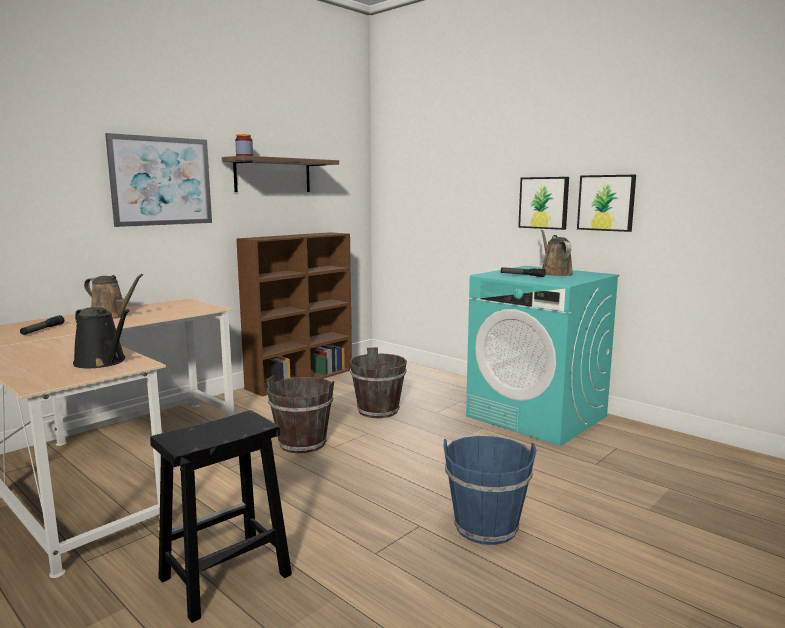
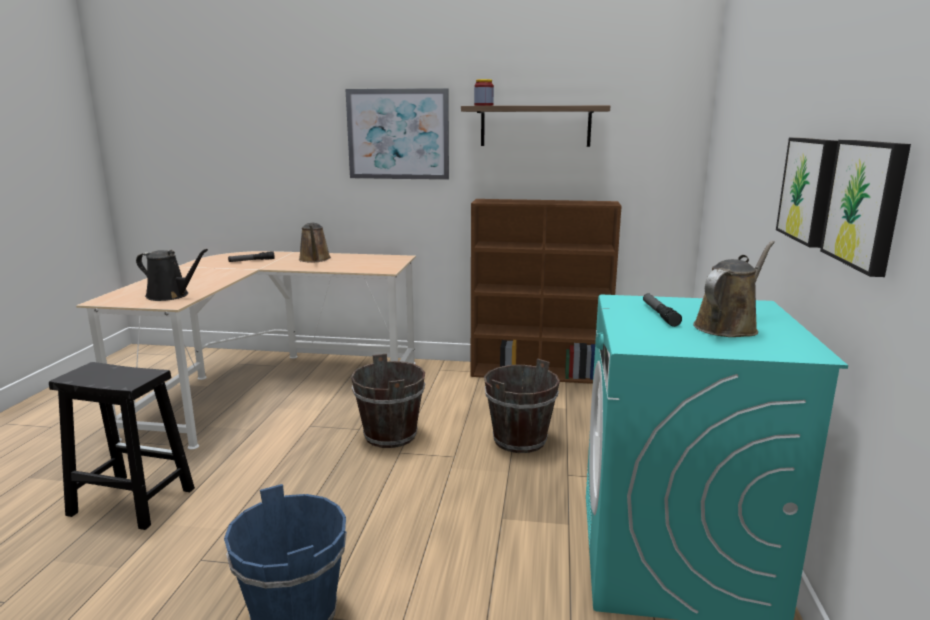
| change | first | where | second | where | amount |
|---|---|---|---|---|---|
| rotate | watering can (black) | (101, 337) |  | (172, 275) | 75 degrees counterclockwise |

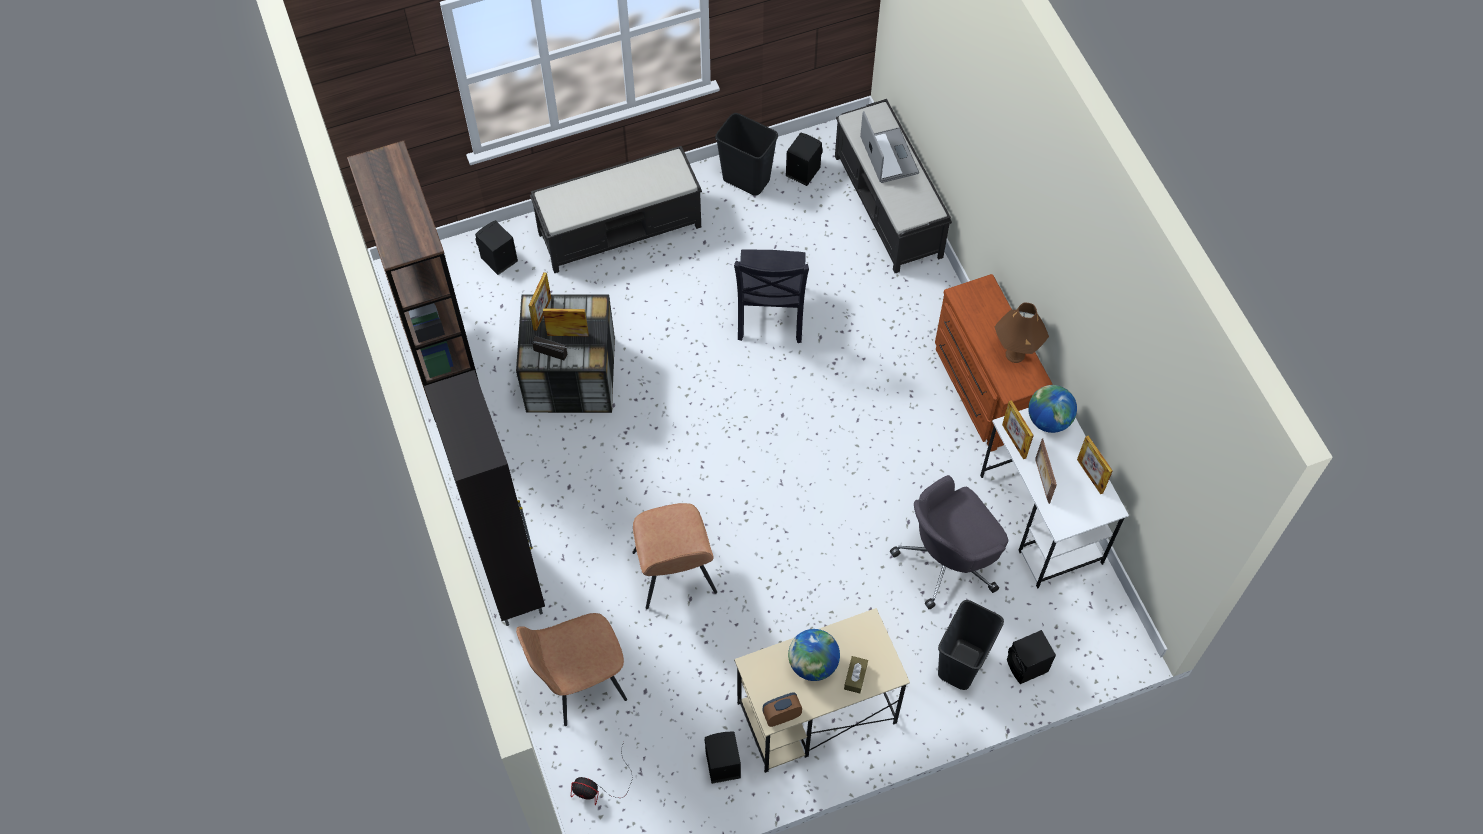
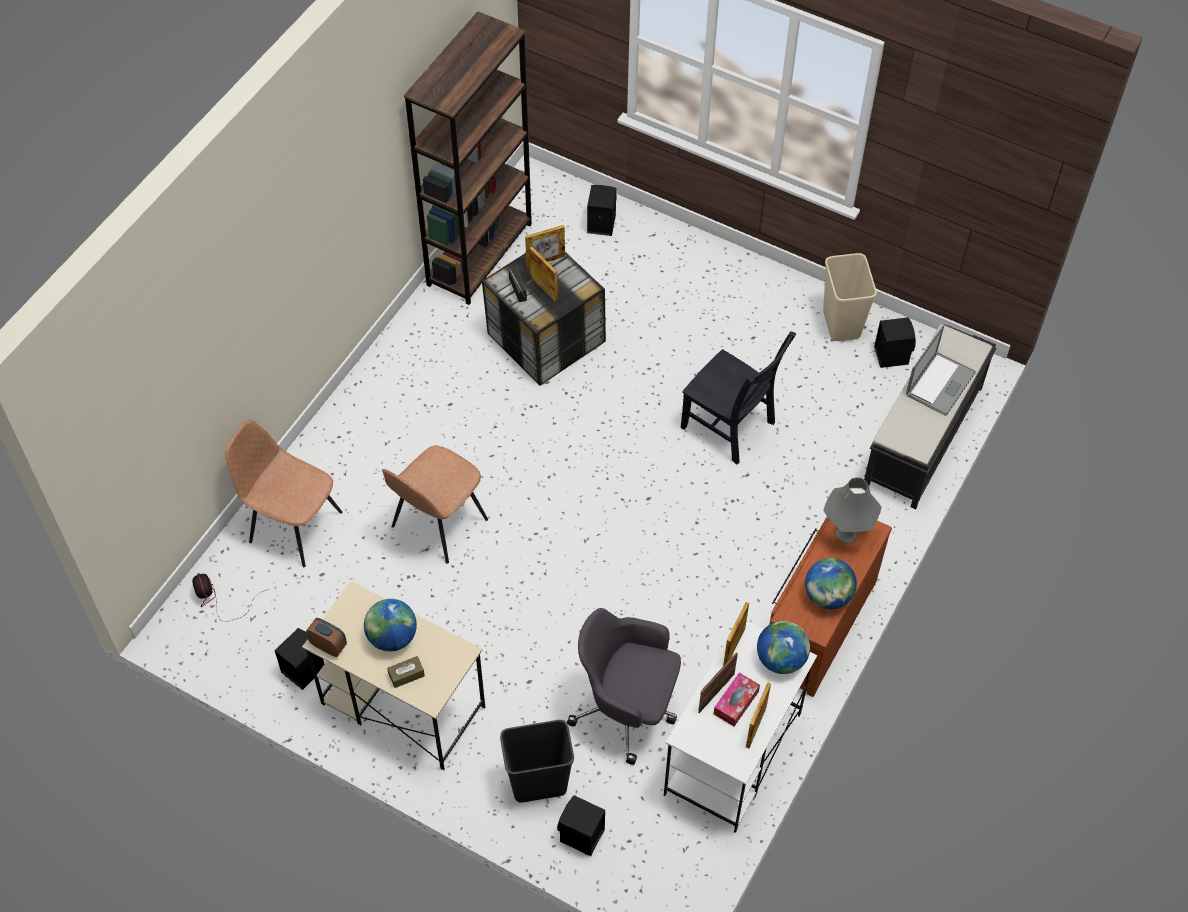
| change | first | where | second | where | amount |
|---|---|---|---|---|---|
| delete | cabinet (black) | (484, 498) |  |  |  |
| delete | bench (black) | (616, 209) |  |  |  |
| recolor | trash can (black) | (746, 154) | trash can (beige) | (850, 297) |  |
| rotate | chair (black) | (771, 296) |  | (738, 398) | 105 degrees counterclockwise |
| replace | table lamp (brown) | (1022, 333) | globe | (831, 583) |  |
| insert |  |  | tissue box | (737, 699) |  |
| insert |  |  | table lamp (grey) | (852, 510) |  |

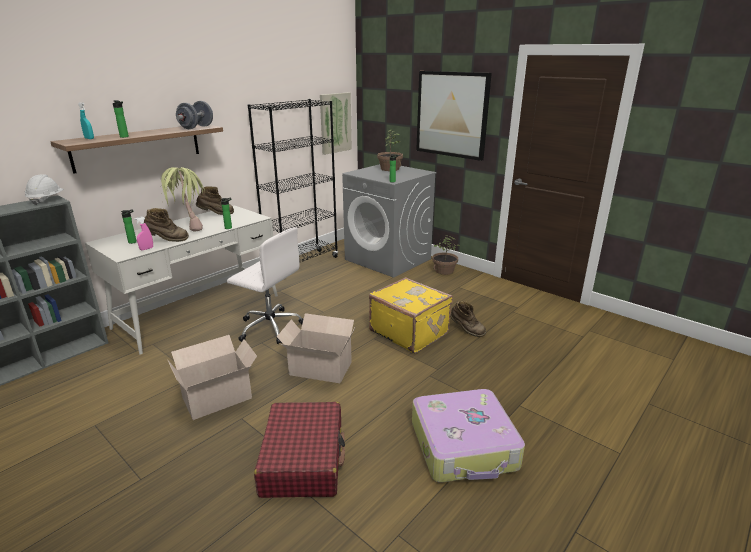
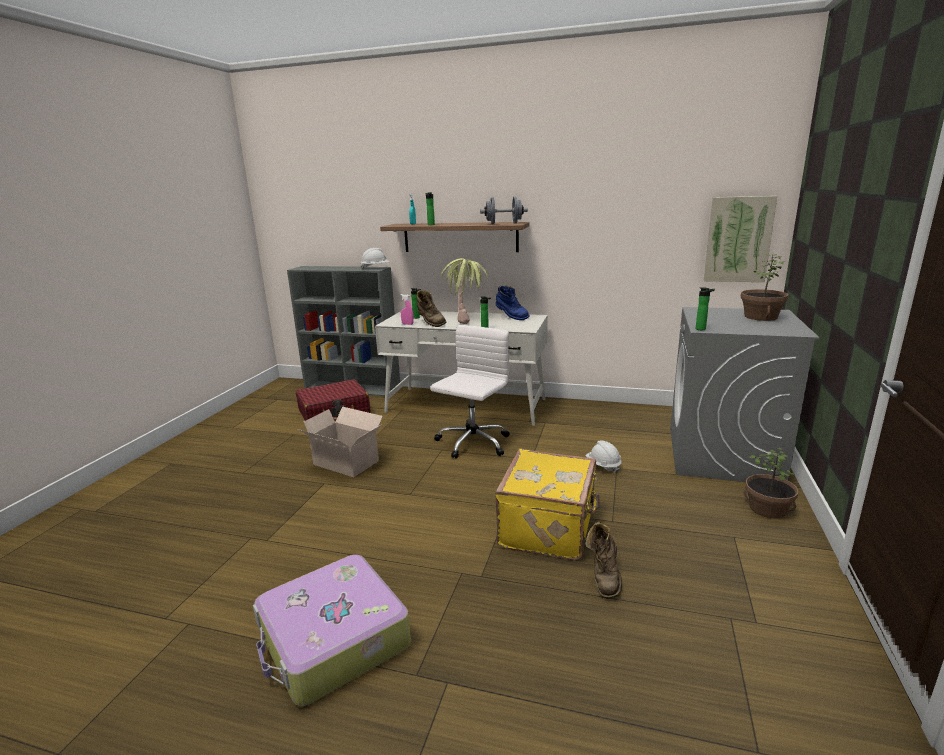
| change | first | where | second | where | amount |
|---|---|---|---|---|---|
| recolor | boot (brown) | (215, 200) | boot (blue) | (512, 302) |  |
| rotate | office chair (white) | (265, 285) |  | (469, 392) | 150 degrees counterclockwise |
| delete | bookcase (black) | (292, 181) |  |  |  |
| move | suitcase (red) | (299, 450) |  | (333, 400) |  |
| delete | cardboard box | (316, 348) |  |  |  |
| delete | picture | (454, 116) |  |  |  |
| insert |  |  | hard hat (white) | (604, 457) |  |

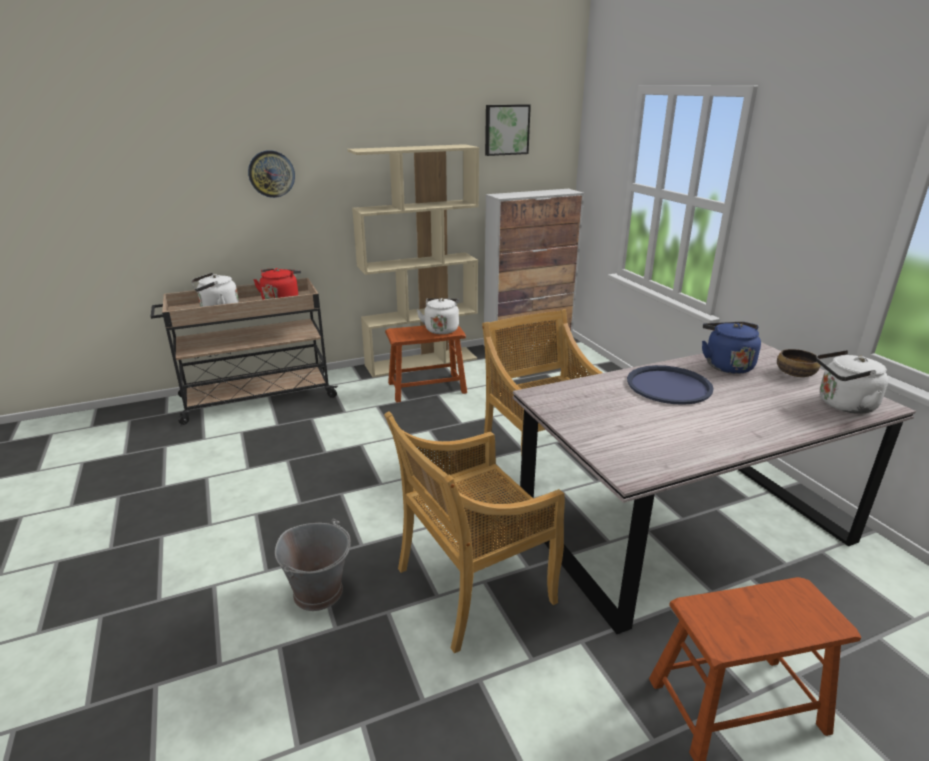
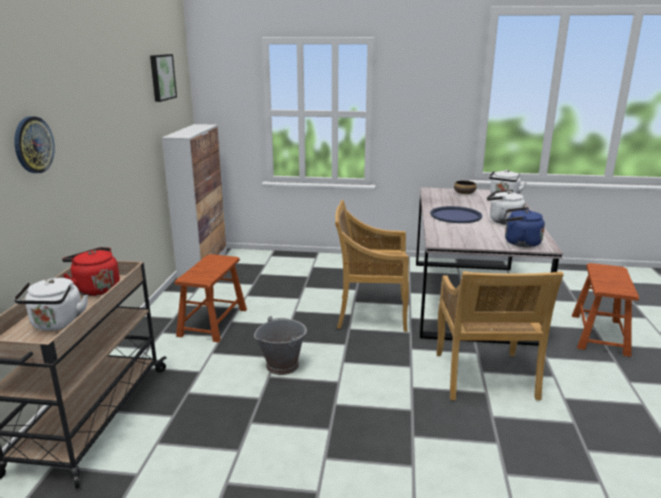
| change | first | where | second | where | amount |
|---|---|---|---|---|---|
| move | bucket (grey) | (313, 565) |  | (280, 345) |  |
| delete | bookcase (beige) | (413, 261) |  |  |  |
| move | kettle (white) | (438, 316) |  | (506, 207) |  |
| move | kettle (blue) | (731, 348) |  | (524, 227) |  |

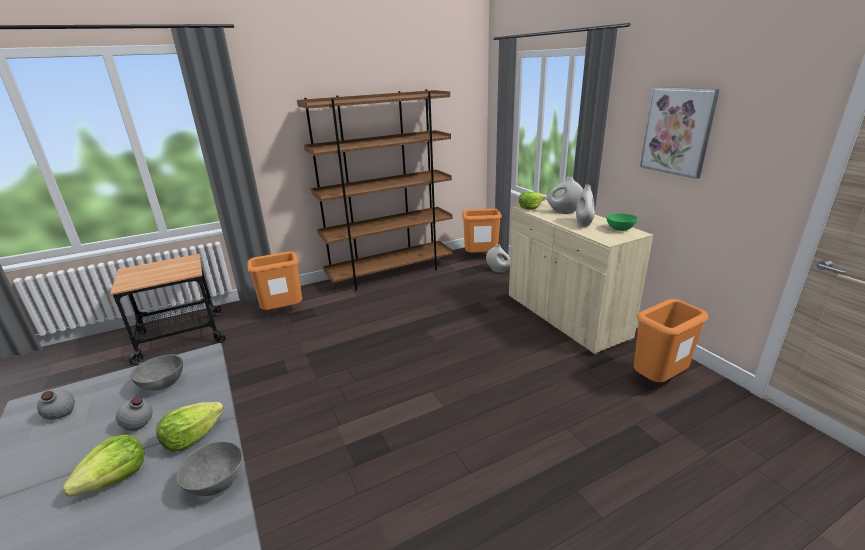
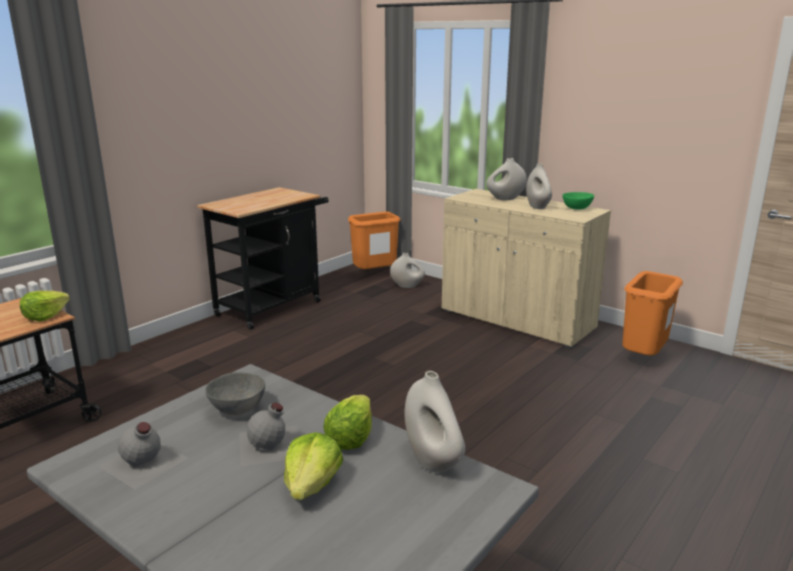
| change | first | where | second | where | amount |
|---|---|---|---|---|---|
| replace | bowl (grey) | (209, 469) | vase (white) | (434, 422) |  |
| delete | trash can (orange) | (274, 280) |  |  |  |
| replace | bookcase (brown) | (375, 190) | cart (black) | (263, 258) |  |
| move | lettuce | (532, 200) |  | (45, 306) |  |
| delete | picture | (680, 133) |  |  |  |

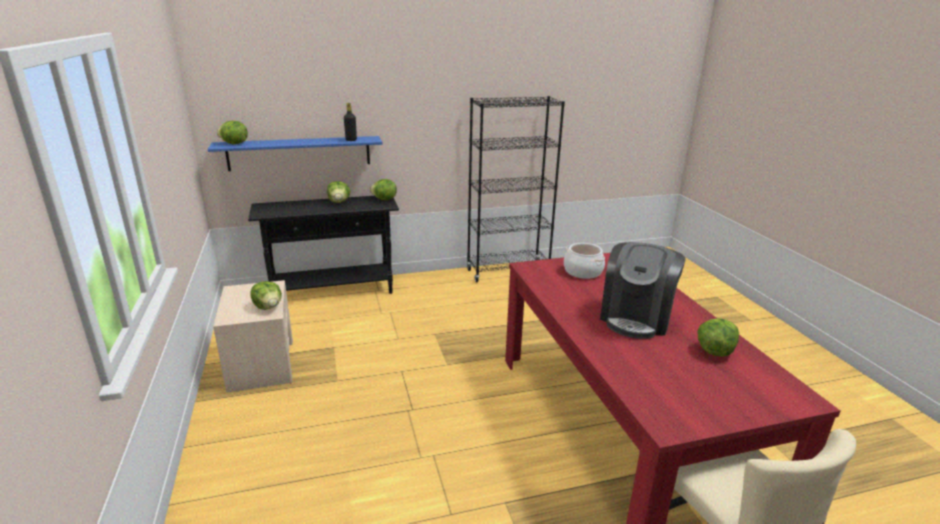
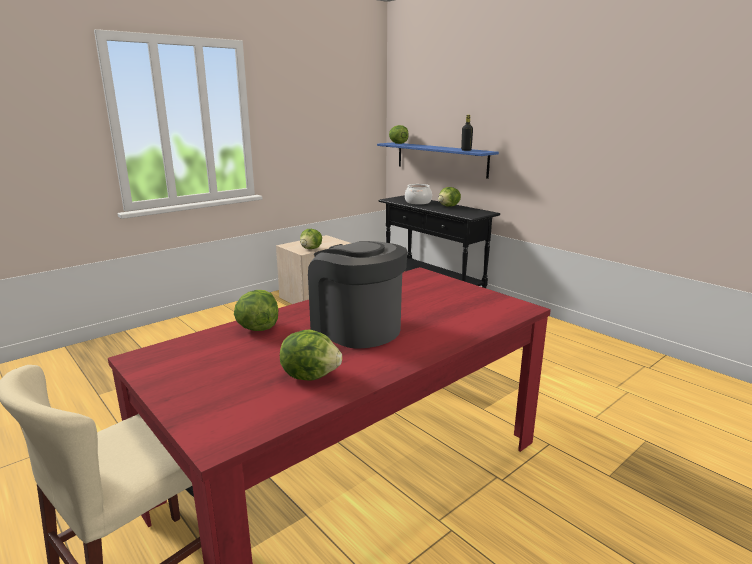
| change | first | where | second | where | amount |
|---|---|---|---|---|---|
| move | lettuce | (383, 189) |  | (256, 310) |  |
| delete | bookcase (black) | (516, 189) |  |  |  |
| move | cooking pot | (584, 261) |  | (418, 194) |  |
| rotate | coffee machine | (643, 290) |  | (357, 295) | 45 degrees clockwise |

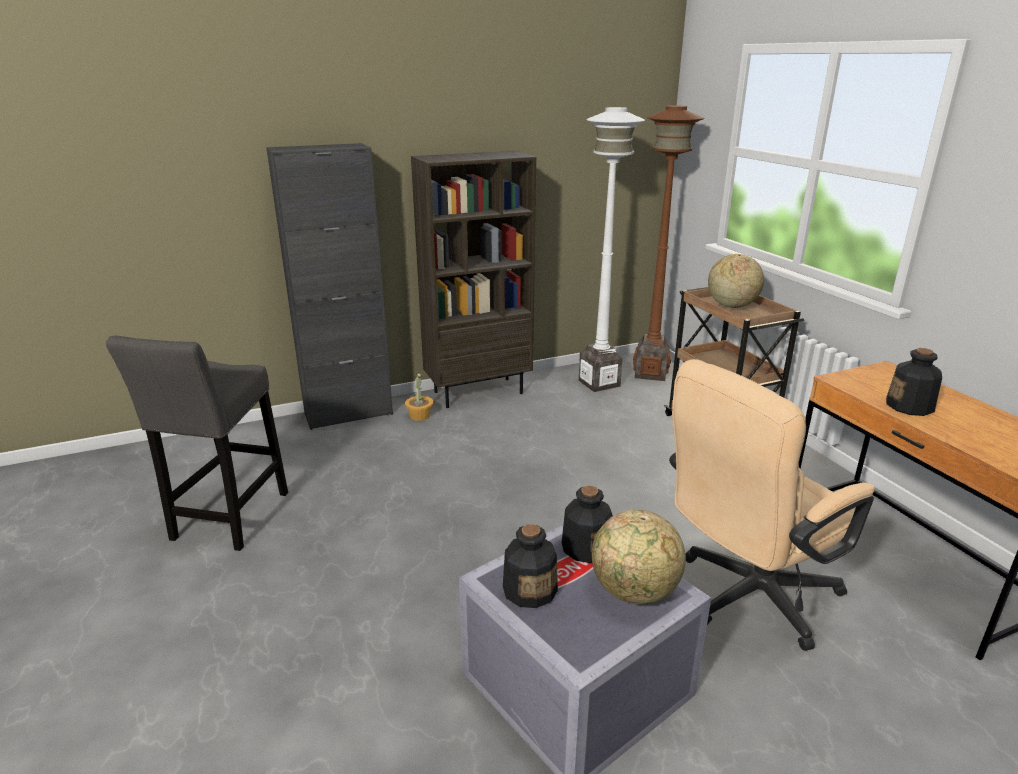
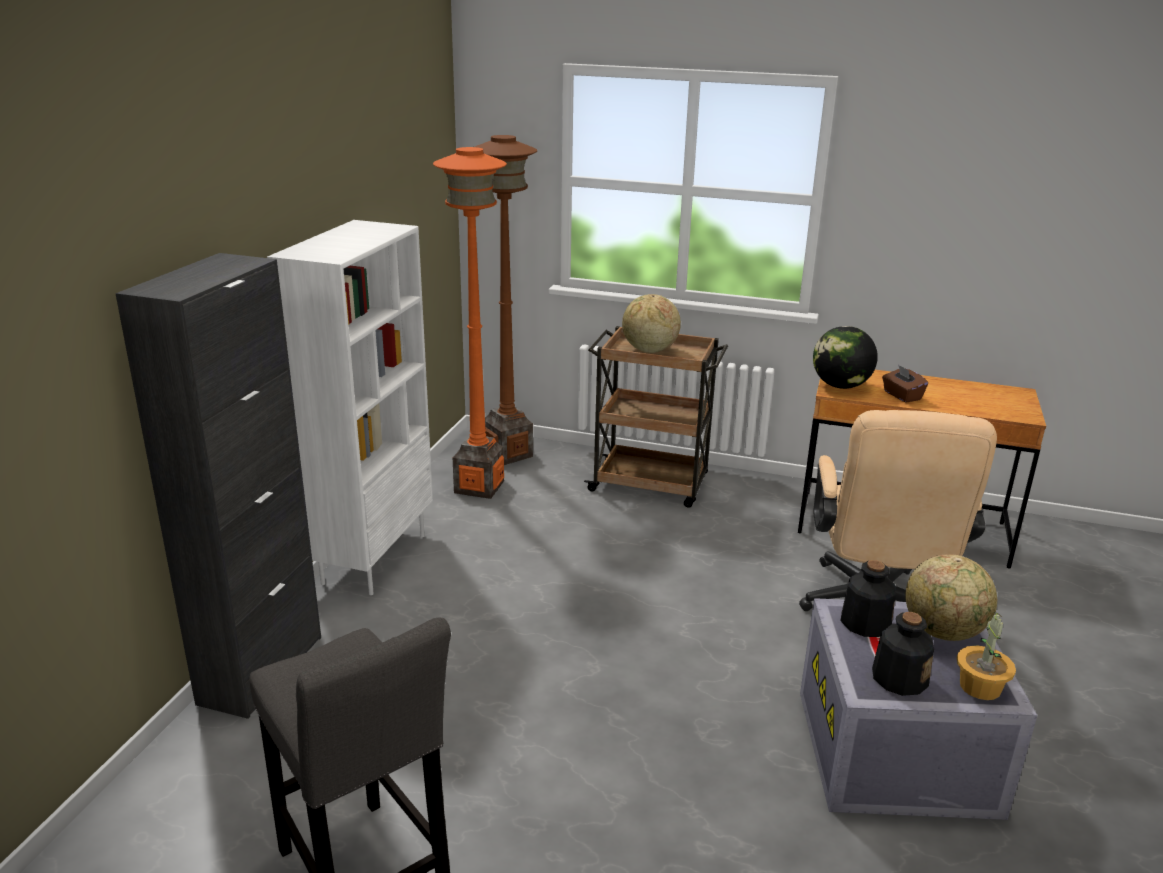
| change | first | where | second | where | amount |
|---|---|---|---|---|---|
| move | potted plant | (419, 396) |  | (986, 655) |  |
| recolor | bookcase (brown) | (473, 279) | bookcase (white) | (350, 407) |  |
| recolor | floor lamp (white) | (612, 249) | floor lamp (orange) | (470, 323) |  |
| replace | bottle | (914, 382) | tissue box (brown) | (905, 383) |  |
| insert |  |  | globe | (845, 357) |  |

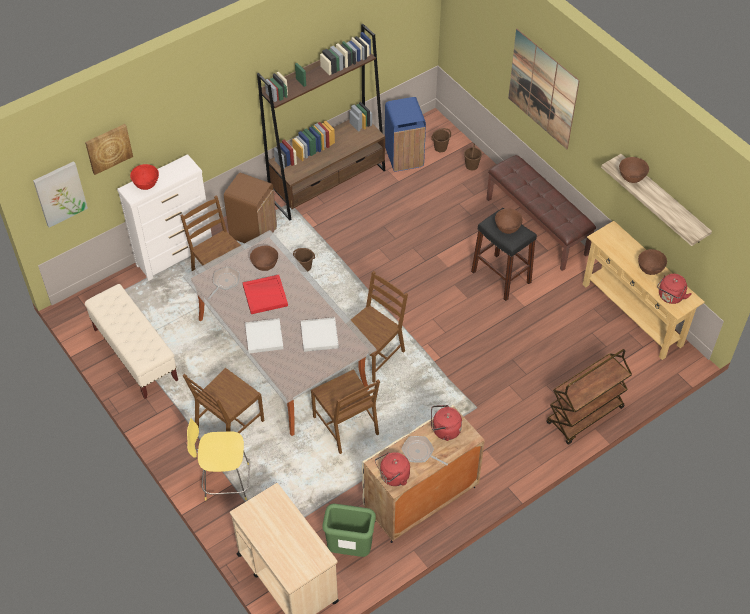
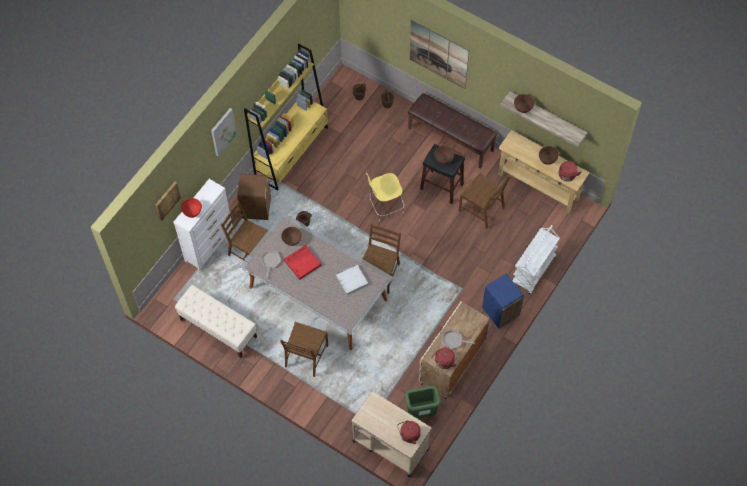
| change | first | where | second | where | amount |
|---|---|---|---|---|---|
| move | picture | (60, 194) |  | (224, 132) |  |
| move | stool (yellow) | (218, 459) |  | (385, 197) |  |
| delete | tray (white) | (264, 336) |  |  |  |
| recolor | bookcase (brown) | (321, 122) | bookcase (yellow) | (286, 117) |  |
| move | chair (brown) | (345, 411) |  | (485, 201) |  |
| move | trash can (blue) | (405, 134) |  | (503, 301) |  |
| move | kettle (red) | (446, 423) |  | (409, 432) |  |
| recolor | cart (brown) | (589, 397) | cart (white) | (536, 259) |  |

